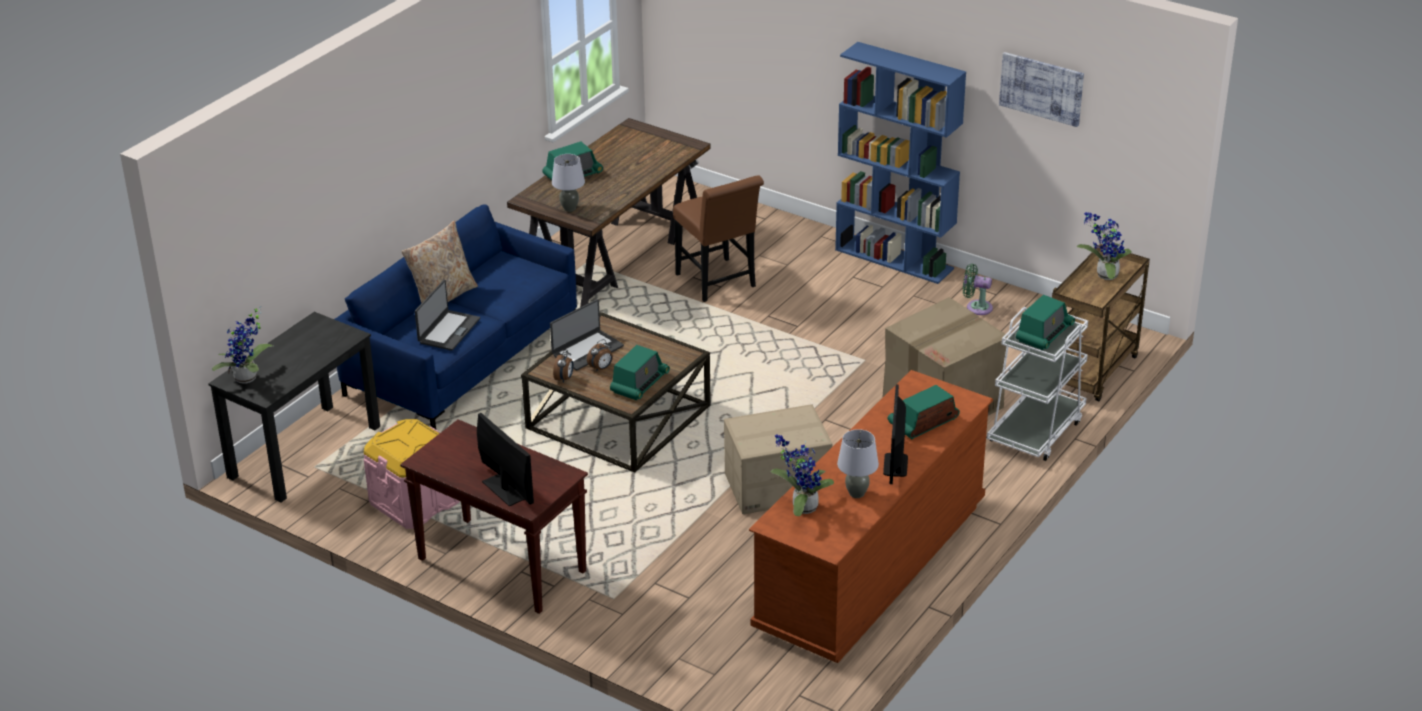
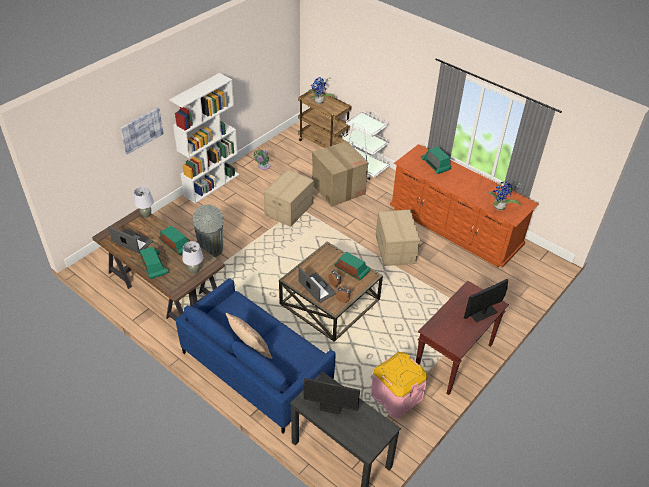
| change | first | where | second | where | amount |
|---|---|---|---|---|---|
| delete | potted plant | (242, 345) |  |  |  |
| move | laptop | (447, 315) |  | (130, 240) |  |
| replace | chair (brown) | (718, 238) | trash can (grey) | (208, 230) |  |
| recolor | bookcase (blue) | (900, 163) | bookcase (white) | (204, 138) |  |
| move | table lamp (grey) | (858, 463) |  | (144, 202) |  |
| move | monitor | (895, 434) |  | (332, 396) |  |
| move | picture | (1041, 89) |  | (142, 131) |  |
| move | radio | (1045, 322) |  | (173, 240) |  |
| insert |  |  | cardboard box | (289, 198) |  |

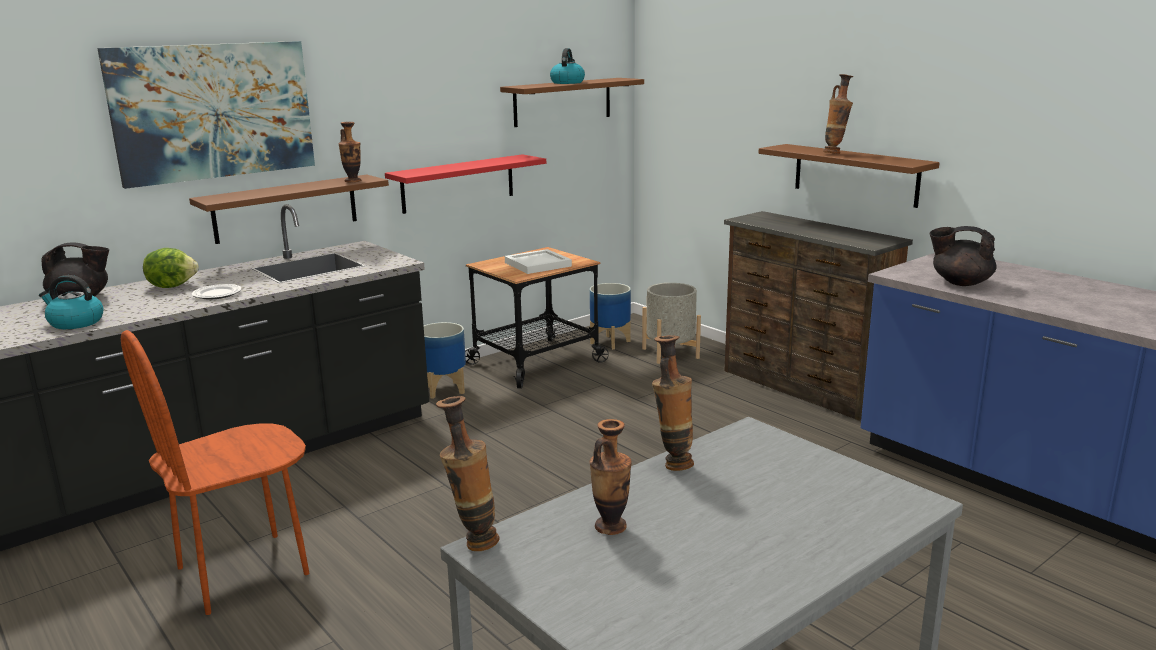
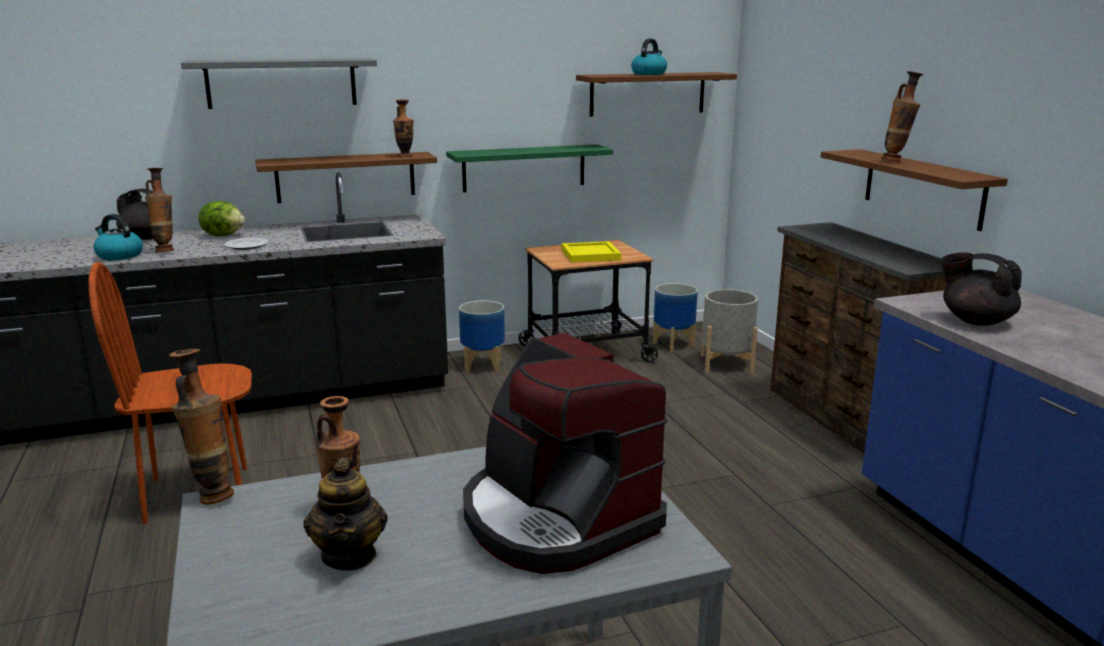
| change | first | where | second | where | amount |
|---|---|---|---|---|---|
| replace | picture | (206, 115) | shelf (grey) | (279, 83) |  |
| recolor | shelf (red) | (465, 184) | shelf (green) | (529, 168) |  |
| recolor | tray (white) | (538, 261) | tray (yellow) | (591, 252) |  |
| move | vase | (673, 403) |  | (159, 210) |  |
| insert |  |  | teapot | (346, 514) |  |
| insert |  |  | coffee machine | (565, 453) |  |

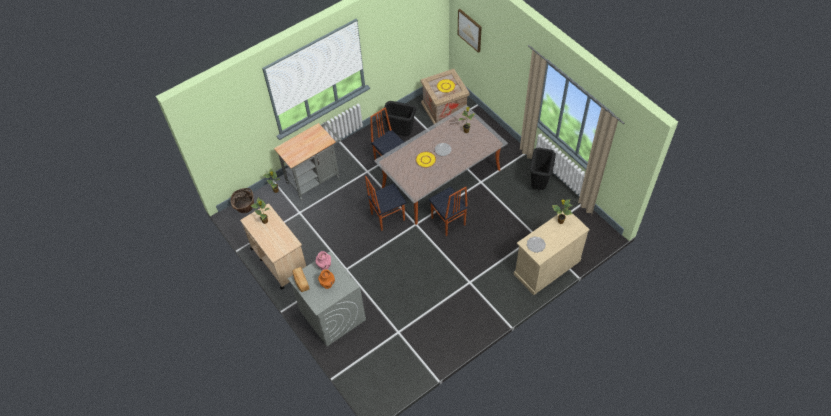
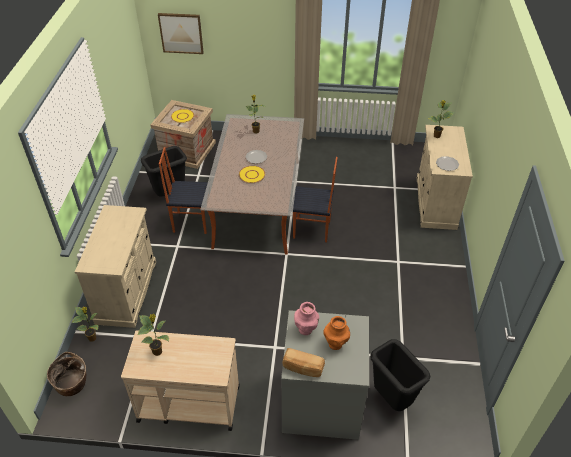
| change | first | where | second | where | amount |
|---|---|---|---|---|---|
| replace | cart (grey) | (308, 161) | cabinet (beige) | (115, 266) |  |
| delete | chair | (386, 203) |  |  |  |
| move | trash can (black) | (543, 169) |  | (400, 375) |  |

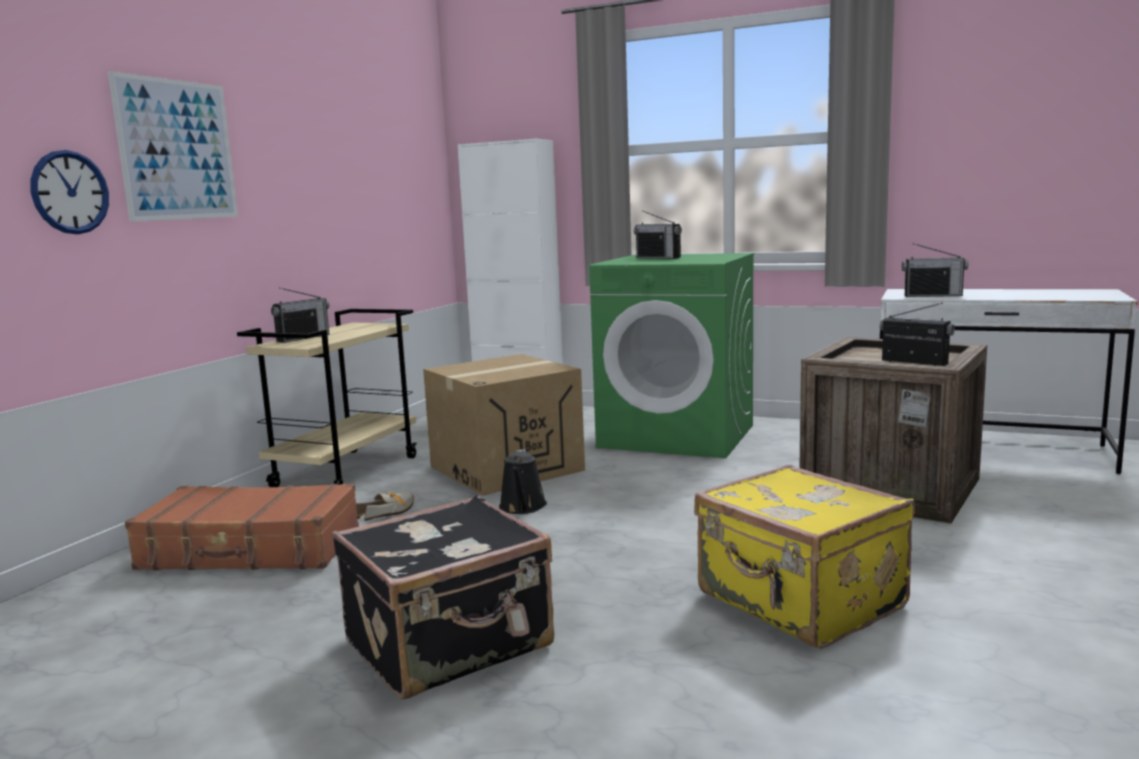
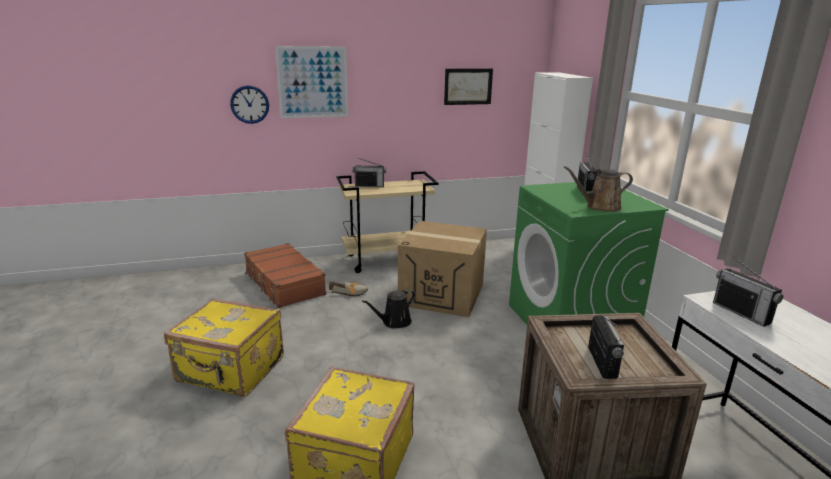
| change | first | where | second | where | amount |
|---|---|---|---|---|---|
| recolor | suitcase (black) | (443, 597) | suitcase (yellow) | (224, 347) |  |
| insert |  |  | picture | (468, 86) |  |
| insert |  |  | watering can (brown) | (598, 189) |  |

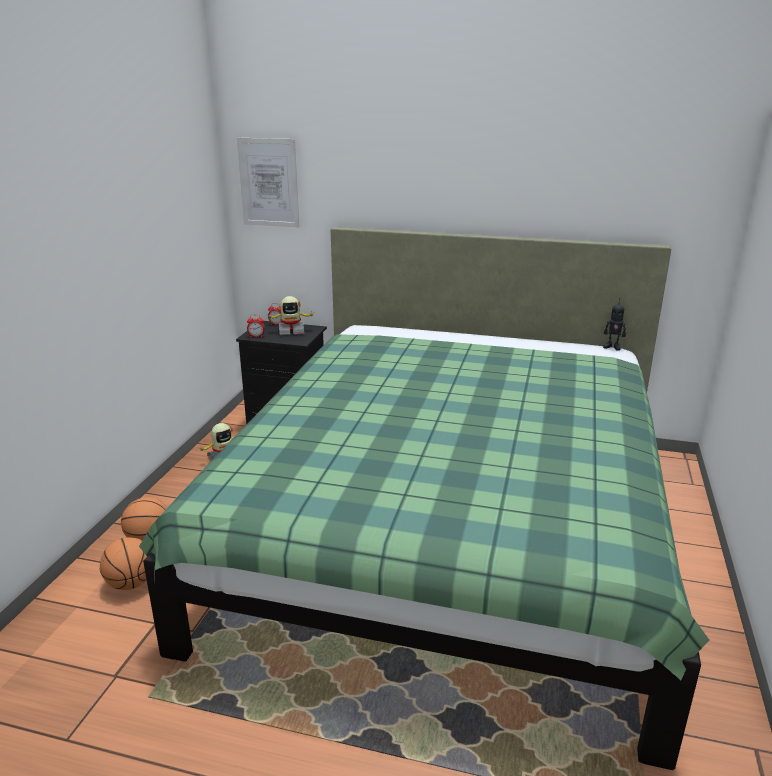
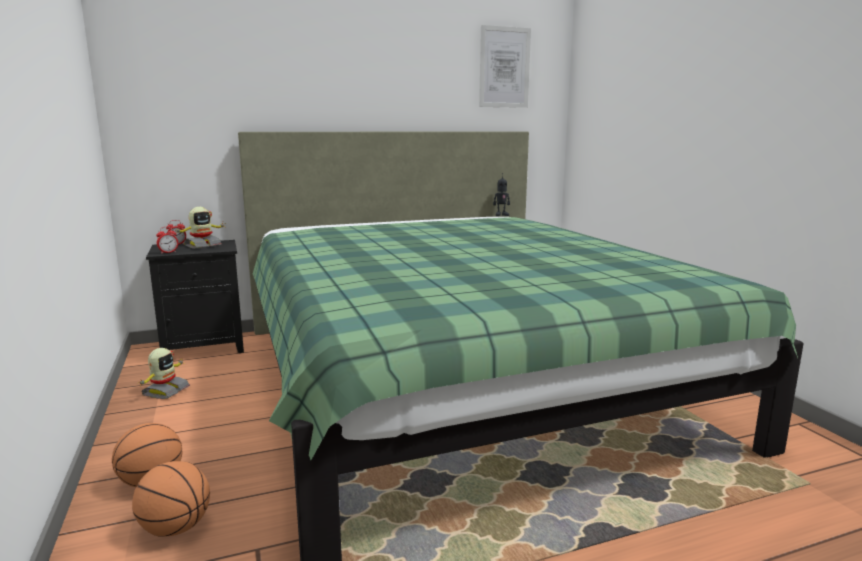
| change | first | where | second | where | amount |
|---|---|---|---|---|---|
| move | picture | (268, 182) |  | (505, 66) |  |

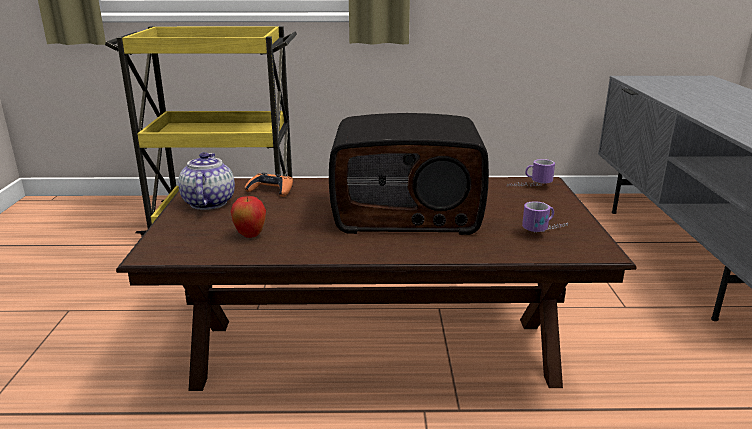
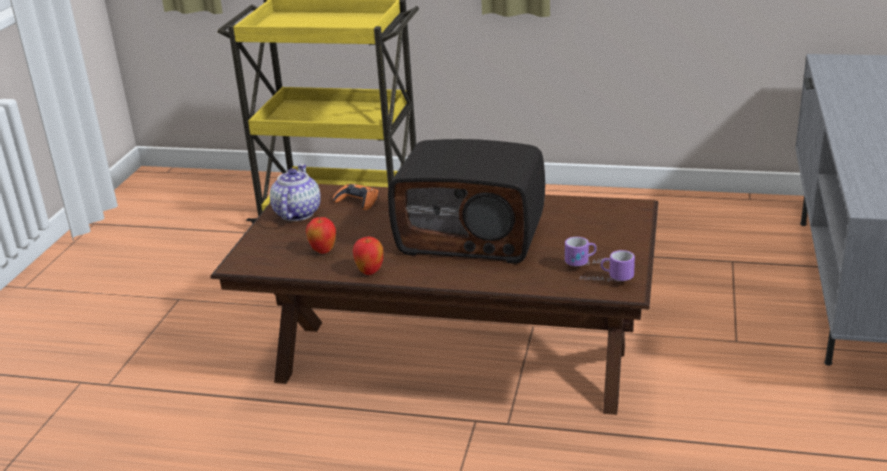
| change | first | where | second | where | amount |
|---|---|---|---|---|---|
| move | mug | (531, 172) |  | (607, 266) |  |
| insert |  |  | apple | (368, 256) |  |

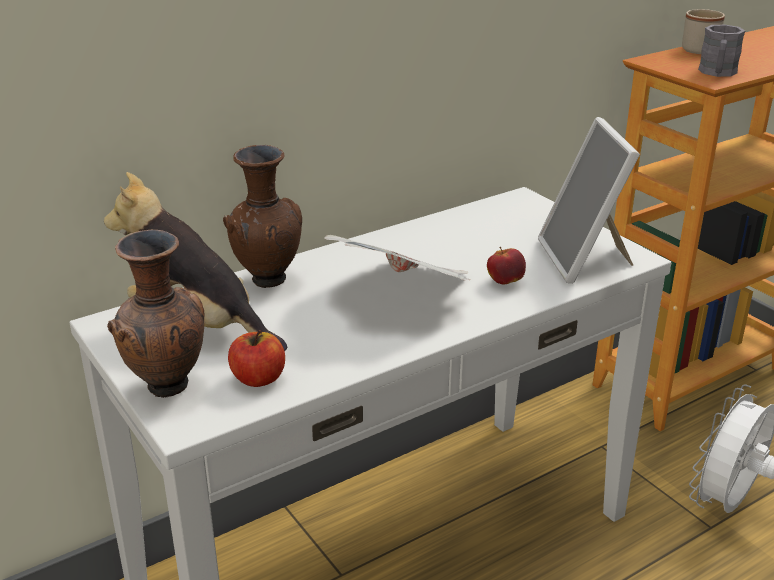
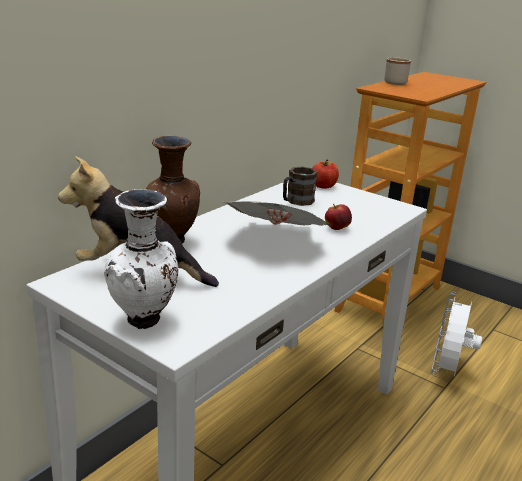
| change | first | where | second | where | amount |
|---|---|---|---|---|---|
| recolor | vase (brown) | (156, 314) | vase (white) | (141, 259) |  |
| move | apple | (256, 358) |  | (325, 174) |  |
| delete | picture frame | (589, 200) |  |  |  |
| delete | mug (grey) | (721, 51) |  |  |  |
| insert |  |  | mug (brown) | (300, 186) |  |

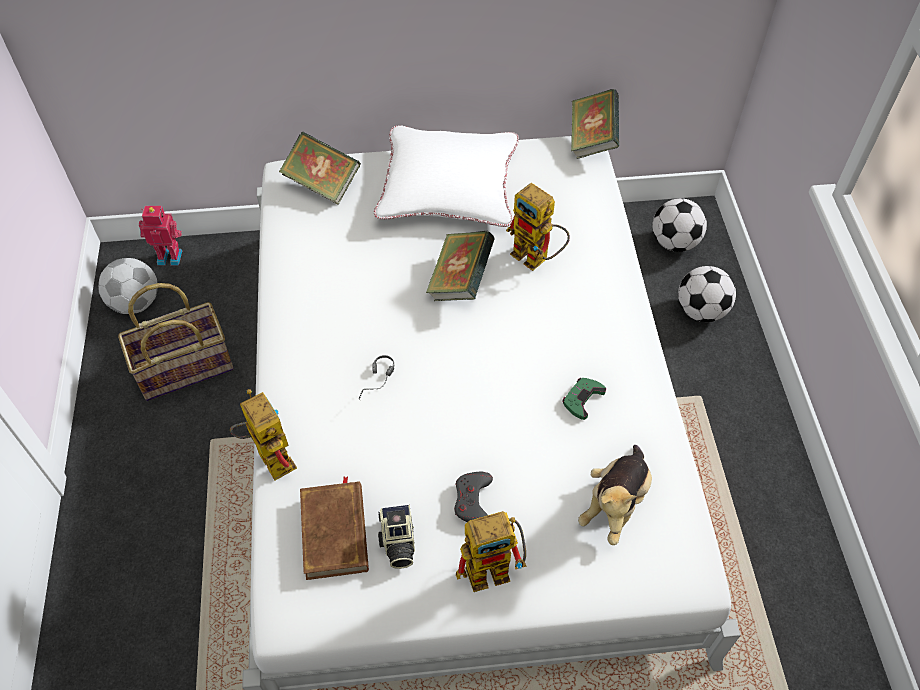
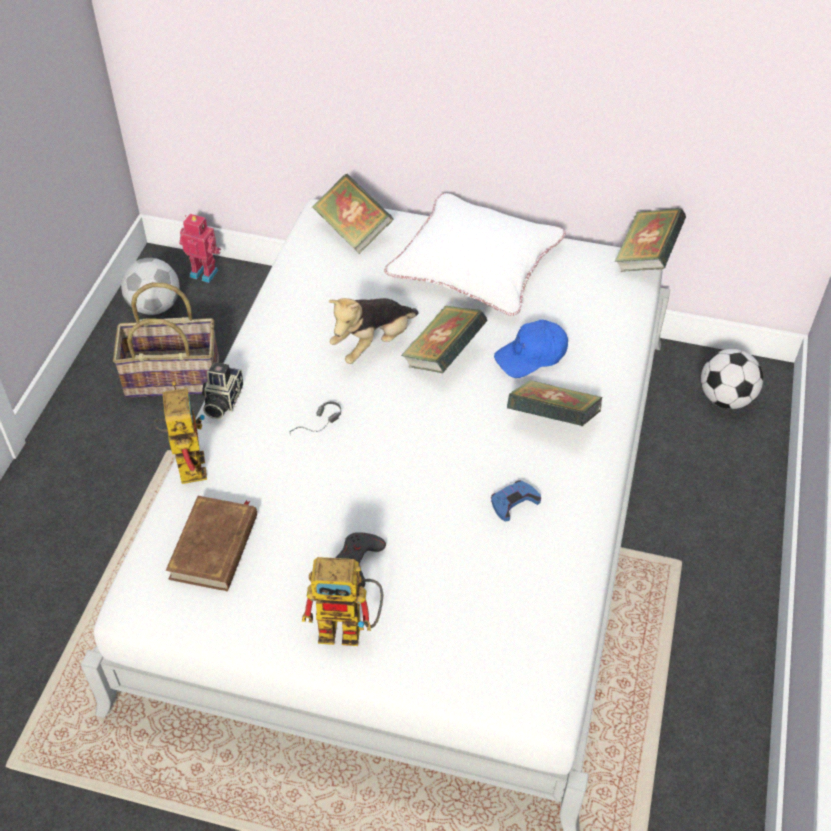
| change | first | where | second | where | amount |
|---|---|---|---|---|---|
| move | photo camera | (396, 536) |  | (222, 390) |  |
| replace | toy robot | (538, 227) | cap (blue) | (531, 349) |  |
| recolor | game controller (green) | (584, 399) | game controller (blue) | (516, 500) |  |
| move | plush toy | (615, 495) |  | (373, 331) |  |
| delete | football | (707, 294) |  |  |  |
| insert |  |  | book | (554, 403) |  |

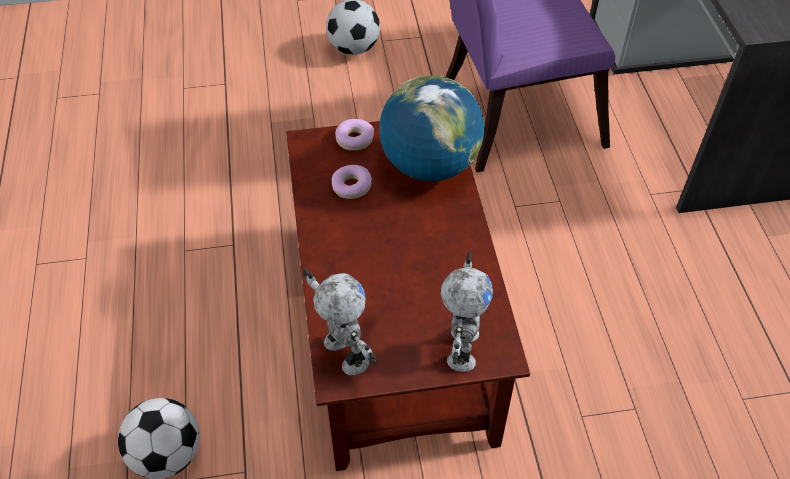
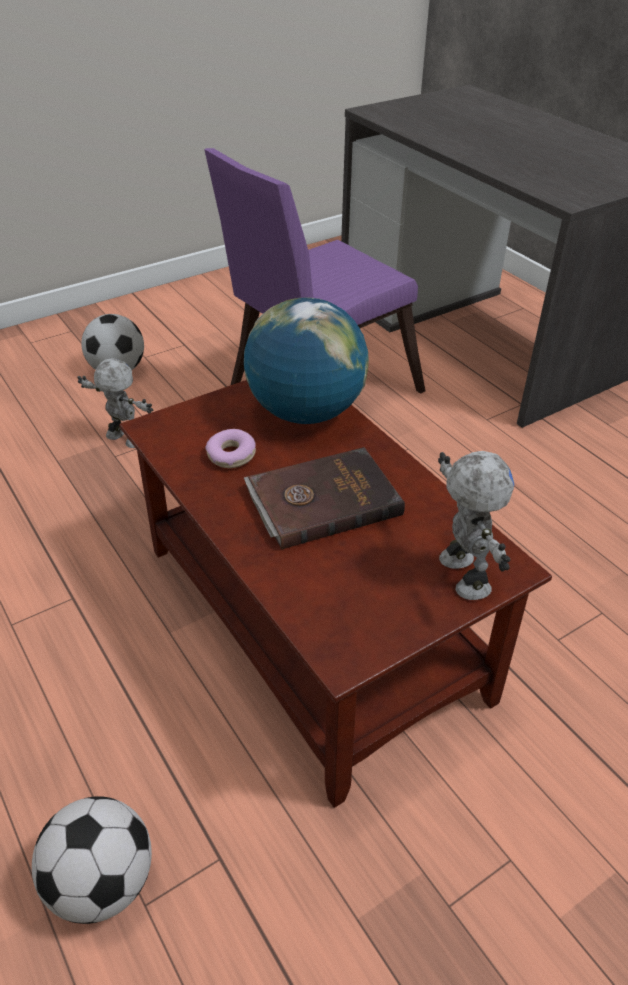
| change | first | where | second | where | amount |
|---|---|---|---|---|---|
| move | toy robot | (339, 321) |  | (115, 403) |  |
| delete | donut | (354, 135) |  |  |  |
| insert |  |  | book (brown) | (324, 498) |  |

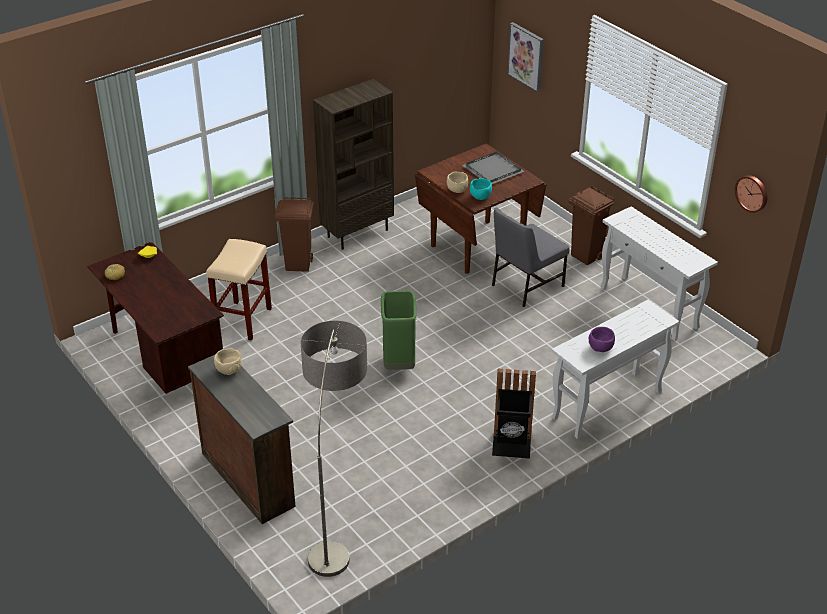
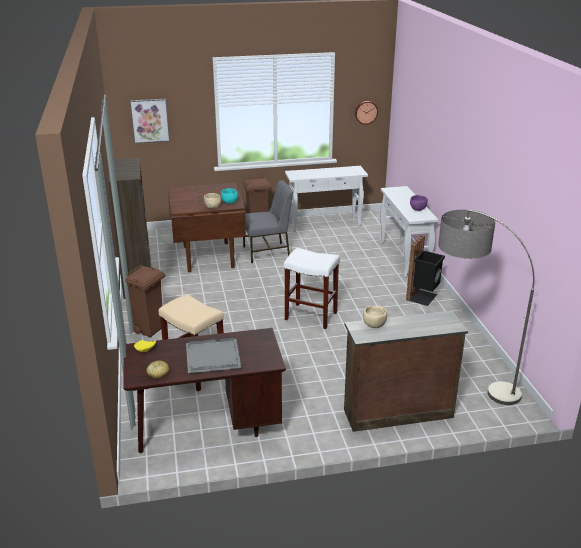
| change | first | where | second | where | amount |
|---|---|---|---|---|---|
| replace | trash can (green) | (399, 330) | stool (white) | (312, 288) |  |
| move | tray (grey) | (493, 168) |  | (213, 355) |  |
| rotate | chair (grey) | (531, 257) |  | (268, 221) | 90 degrees counterclockwise |

